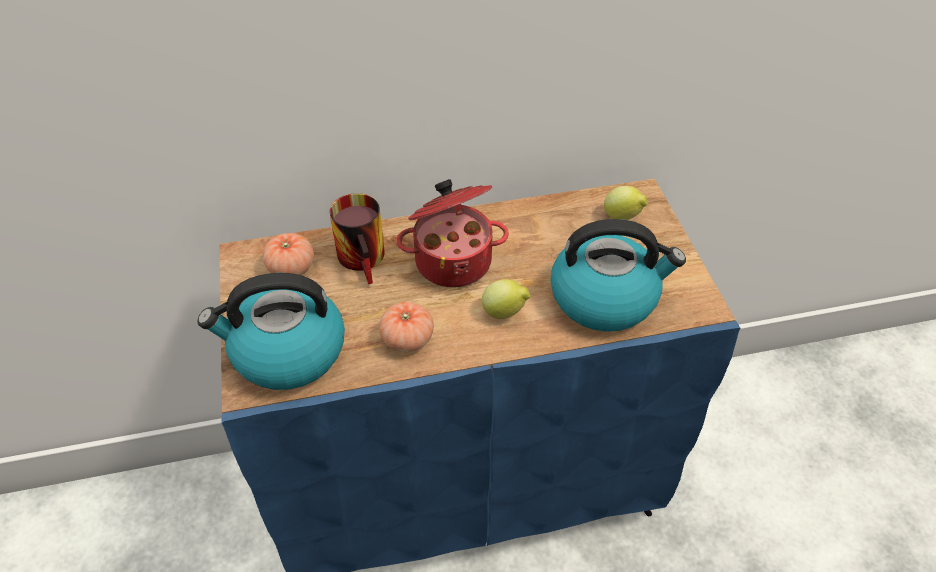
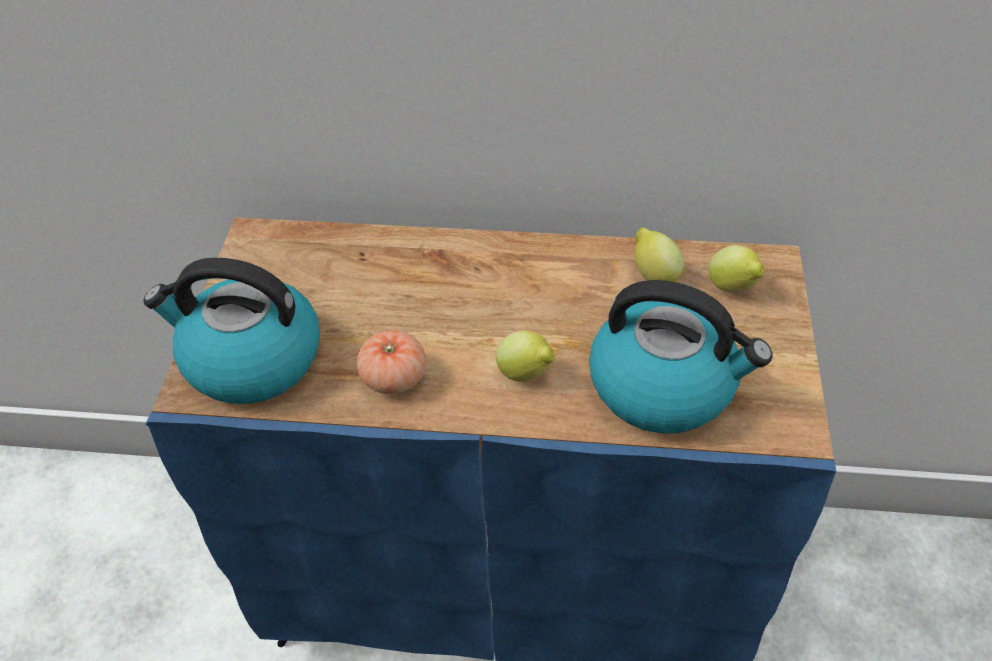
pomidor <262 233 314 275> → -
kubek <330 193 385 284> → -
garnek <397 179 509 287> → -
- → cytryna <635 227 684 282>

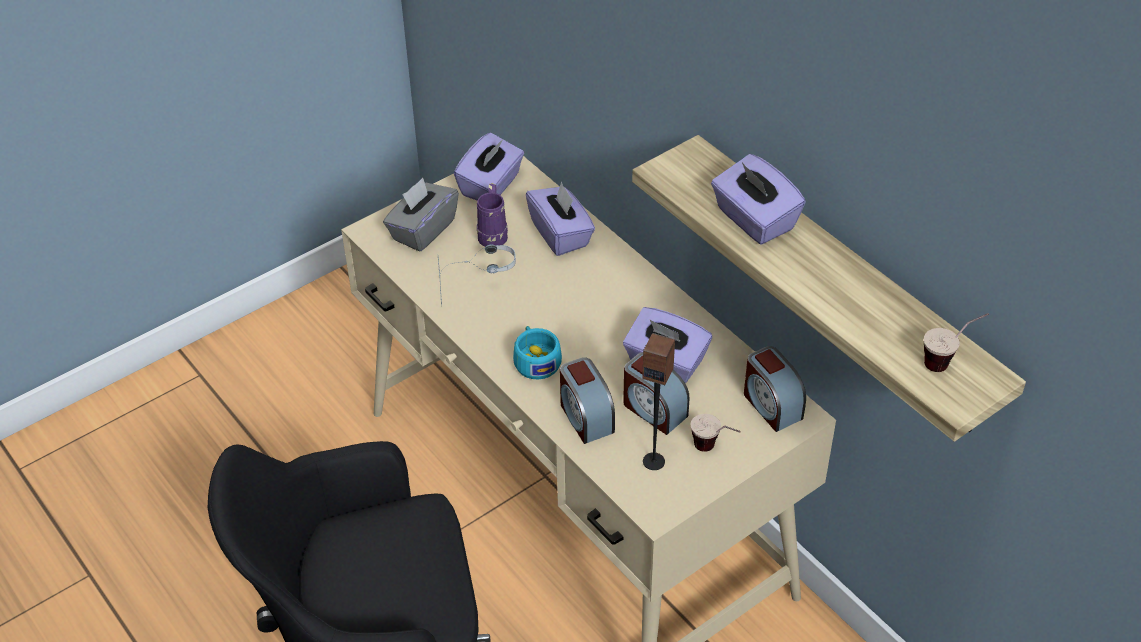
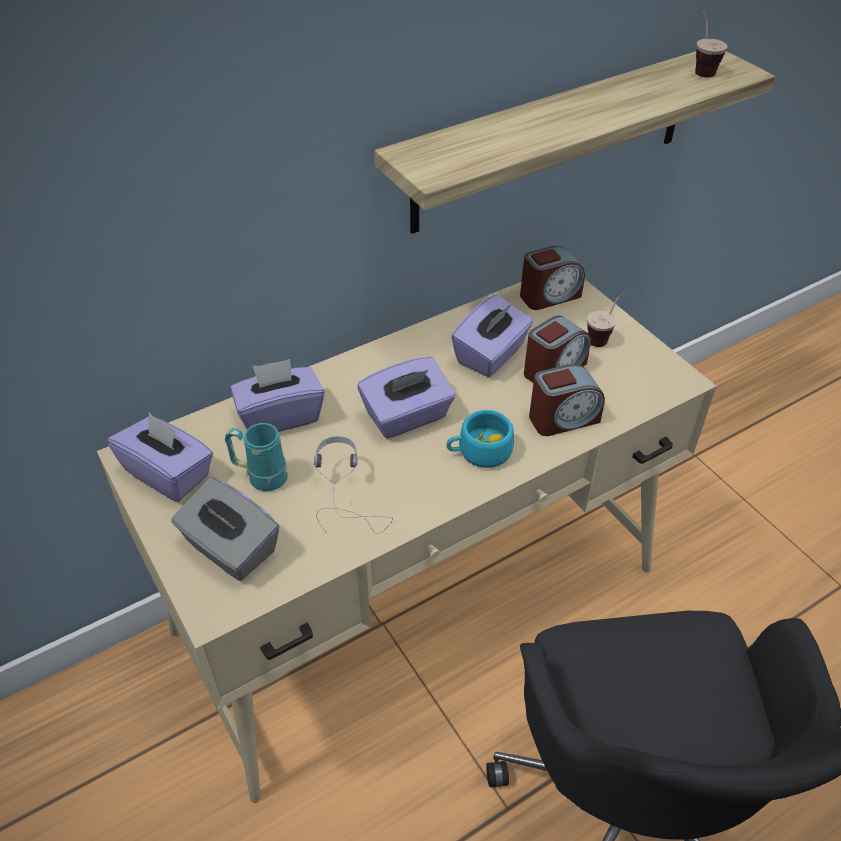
kubek/fioletowy <477 183 508 247> → kubek/turkusowy <225 423 288 491>
głośnik <642 333 675 470> → -
pudełko chusteczek/fioletowy <711 154 806 245> → pudełko chusteczek/fioletowy <358 357 455 439>, moved

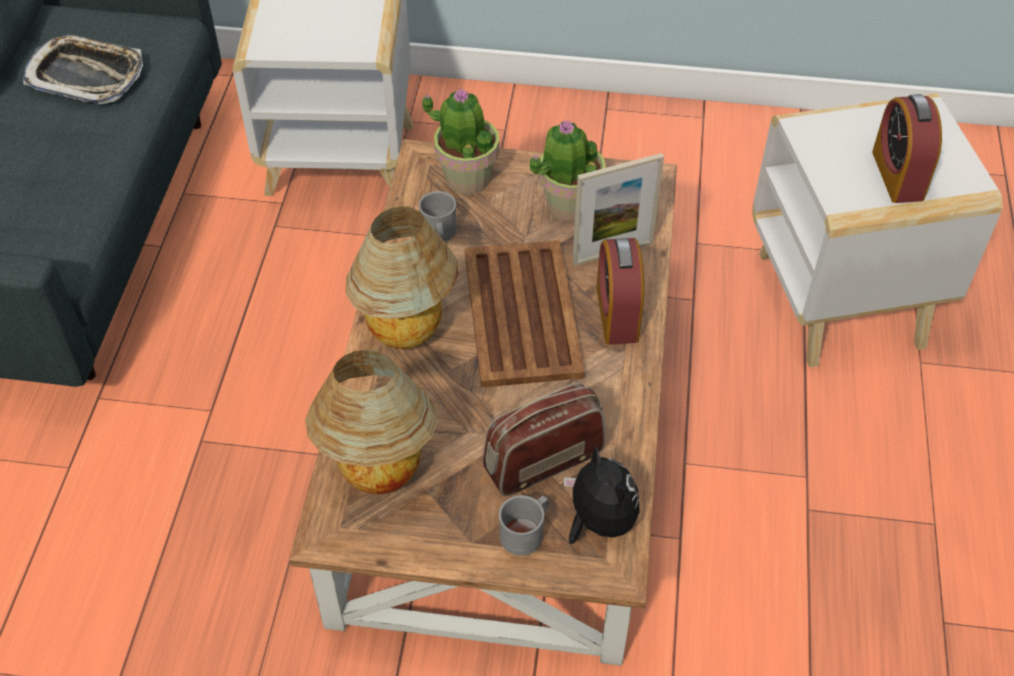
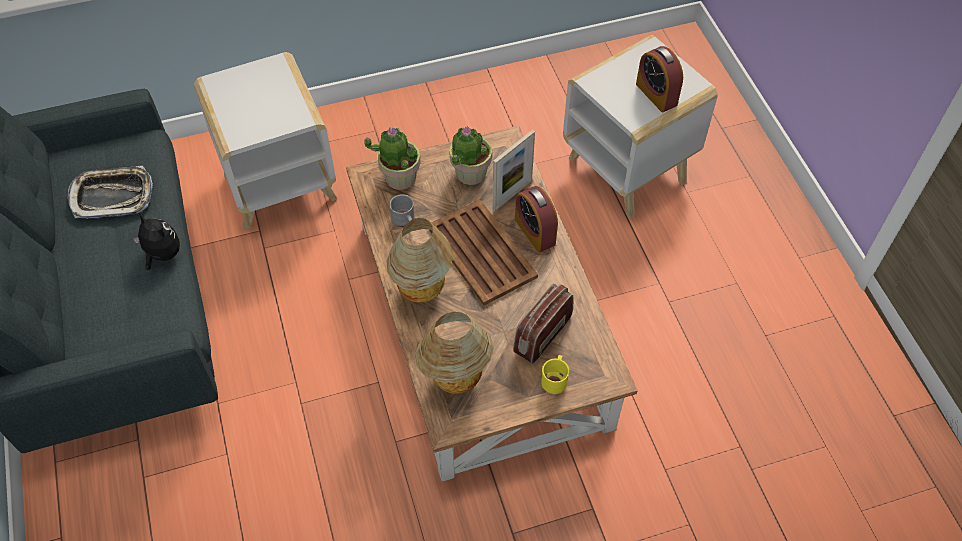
kubek/szary <499 495 549 556> → kubek/żółty <541 355 569 394>
pluszak <563 445 640 544> → pluszak <133 213 180 270>, moved

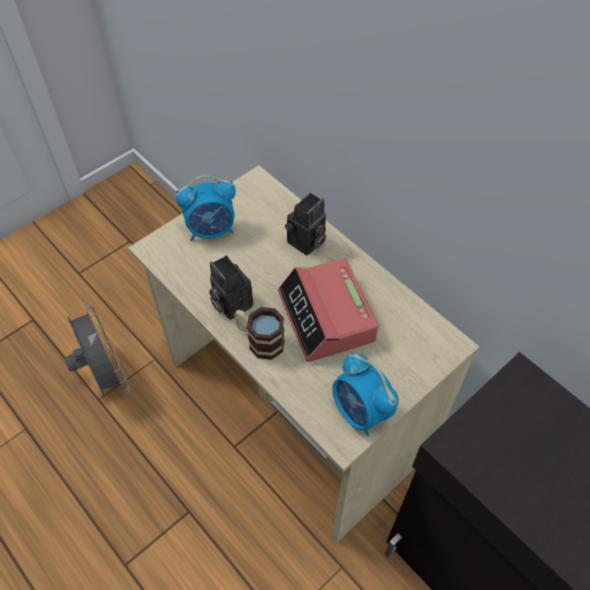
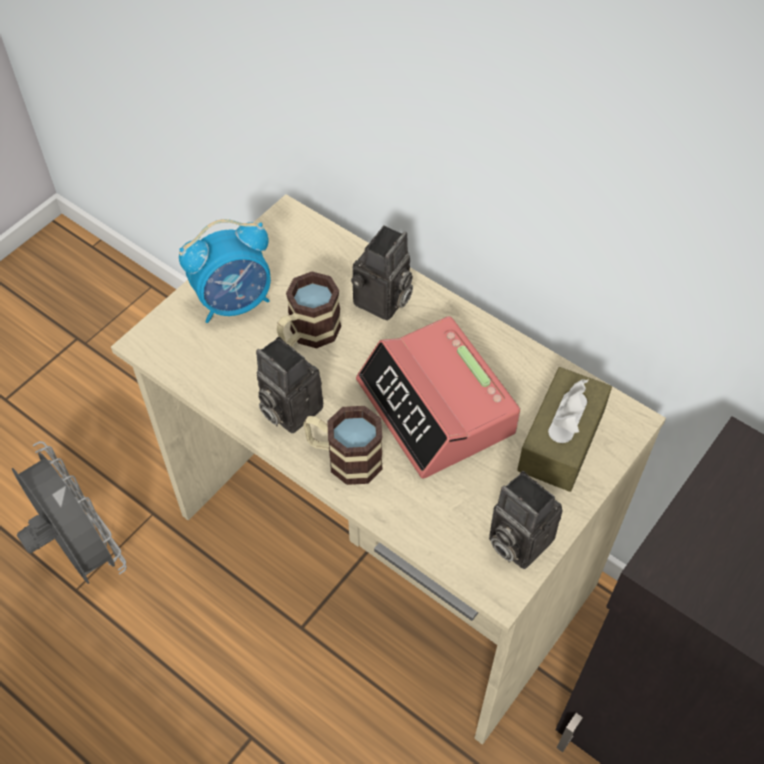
budzik <332 352 399 436> → aparat fotograficzny <489 471 562 569>
- → kubek <277 271 341 348>
- → pudełko chusteczek/brązowy <517 367 612 492>

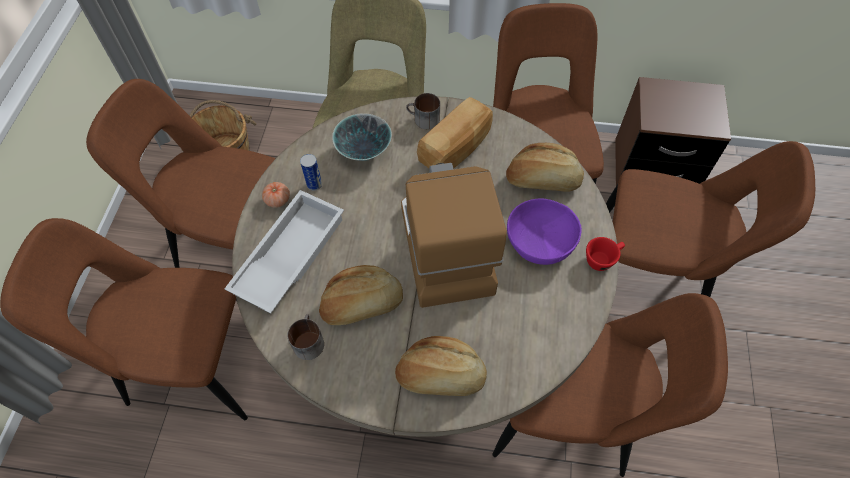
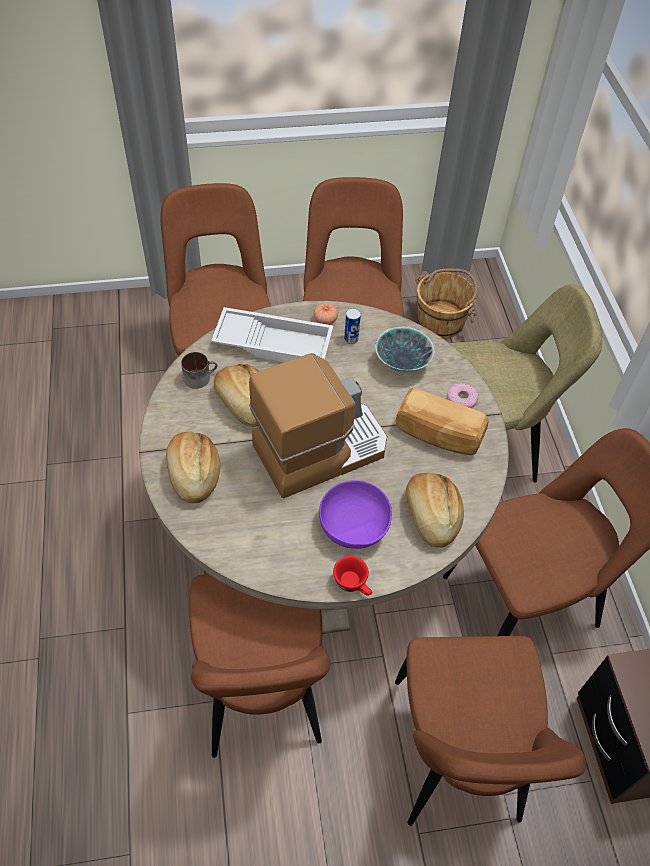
kubek <406 93 440 129> → donut <447 383 479 408>

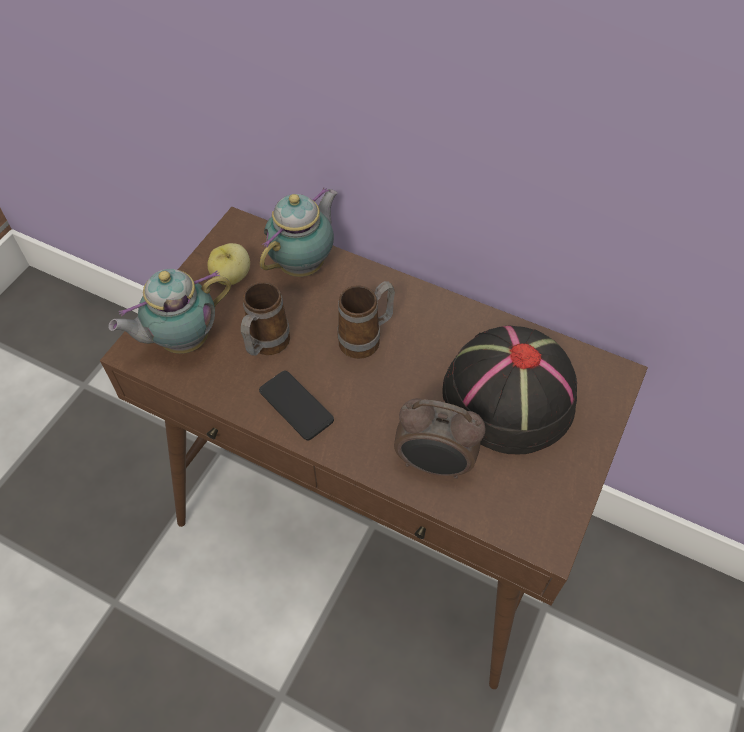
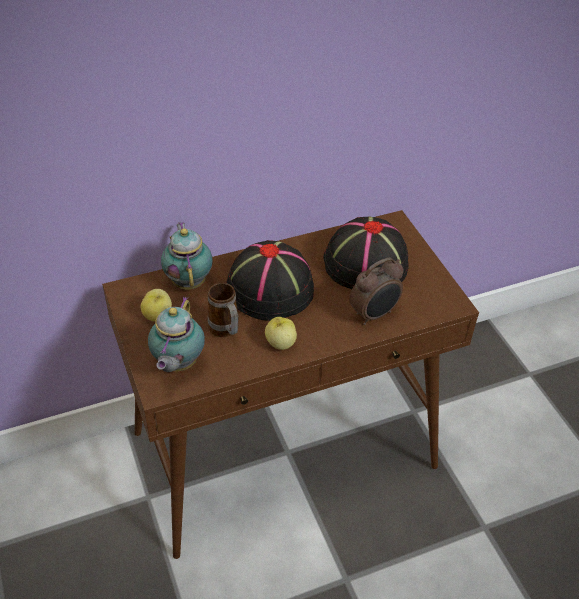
telefon <259 370 334 441> → jabłko <265 317 297 350>
kubek <337 281 395 359> → kapelusz/czarny <226 240 314 321>

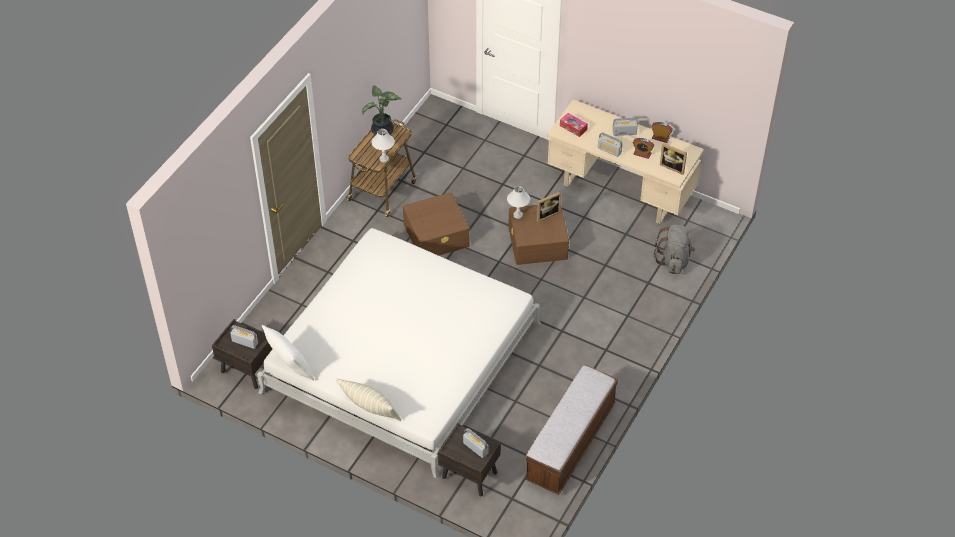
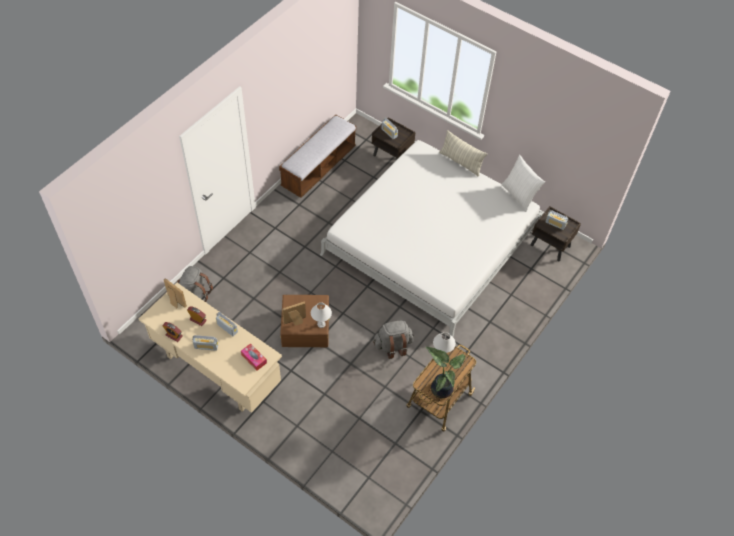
pojemnik do przechowywania/brązowy <403 192 469 256> → plecak/szary <373 321 414 359>

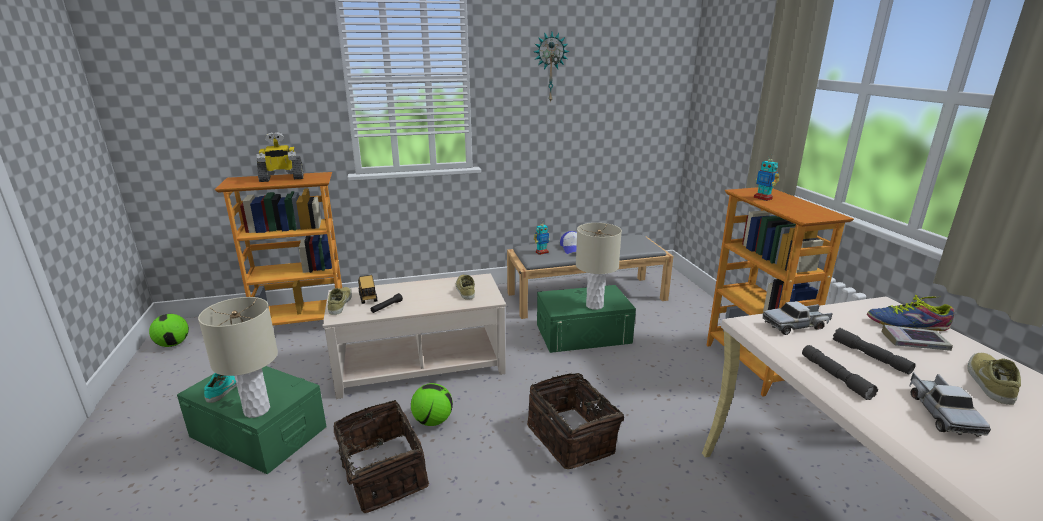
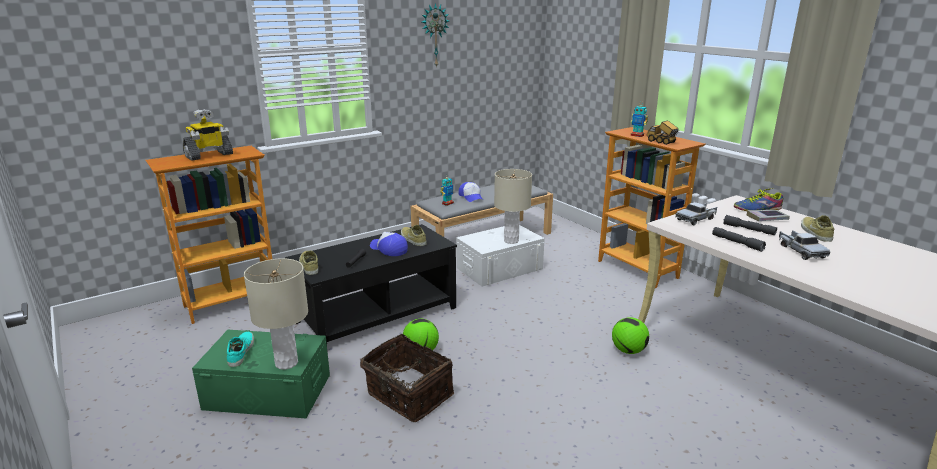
piłka futbolowa <149 314 189 347> → piłka futbolowa <612 317 649 354>, moved
ława/beżowy <323 273 506 399> → ława/czarny <285 224 457 343>
ciężarówka zabawkowa <358 275 377 304> → ciężarówka zabawkowa <647 121 679 145>, moved
koszyk <527 373 624 469> → -
pojemnik do przechowywania/zielony <537 285 636 353> → pojemnik do przechowywania/biały <456 225 545 287>
- → czapka z daszkiem <370 232 408 256>

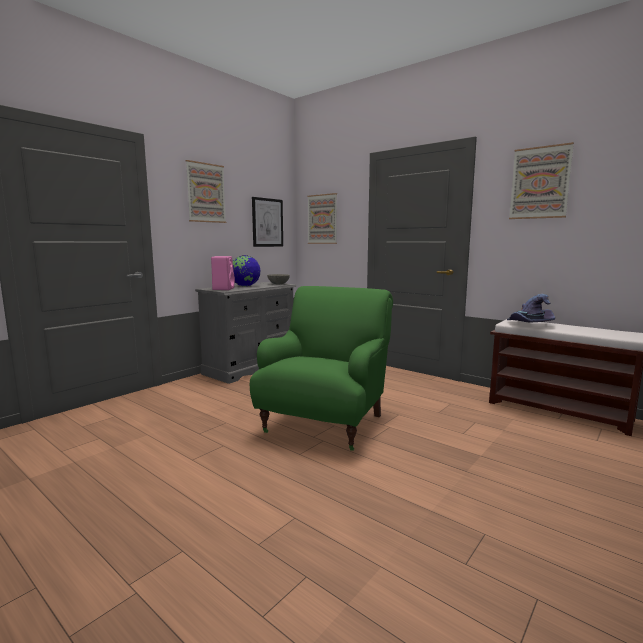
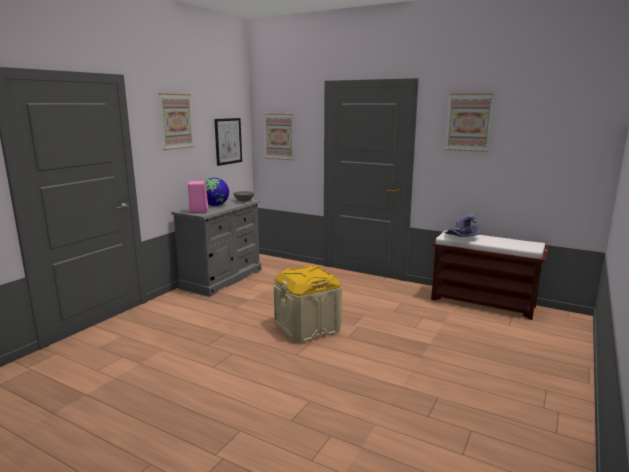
fotel/zielony <250 286 393 451> → pojemnik do przechowywania/beżowy <274 265 342 343>

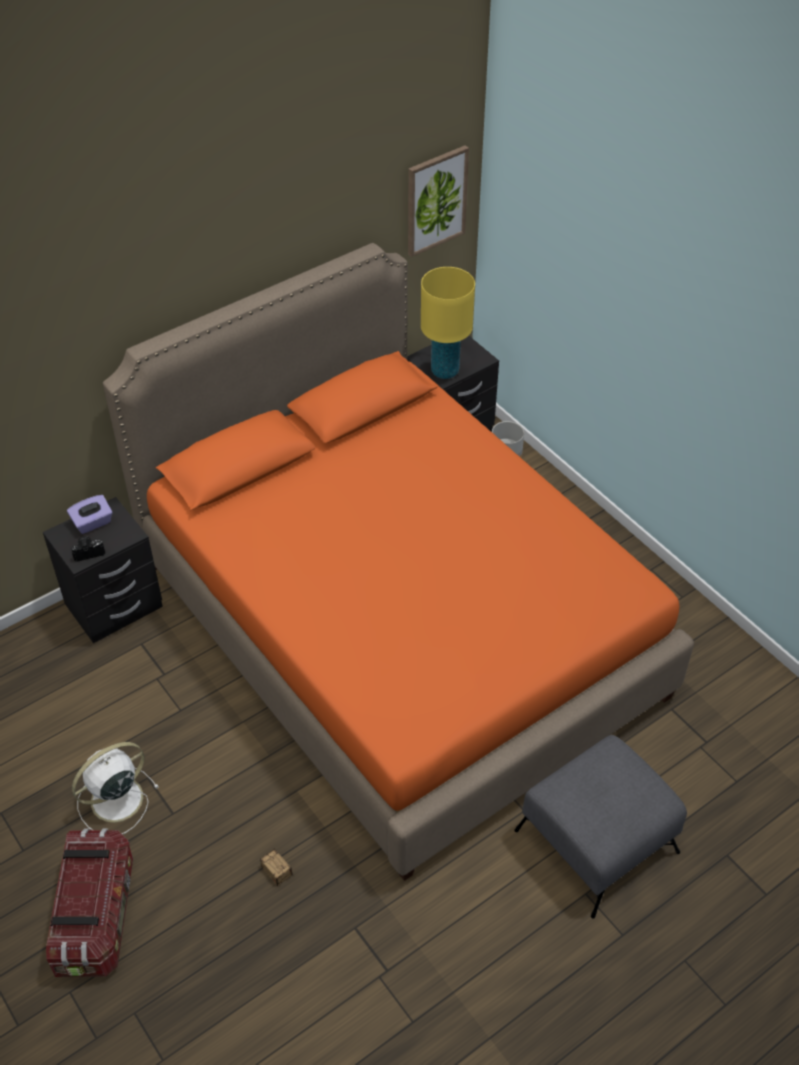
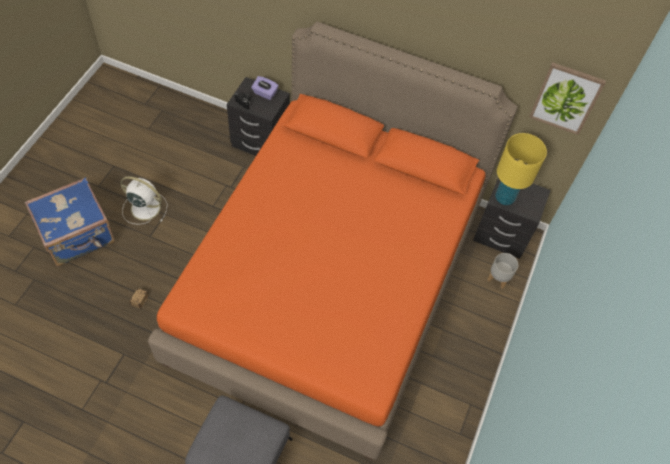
pojemnik do przechowywania <46 828 133 977> → walizka/niebieski <25 177 115 267>

